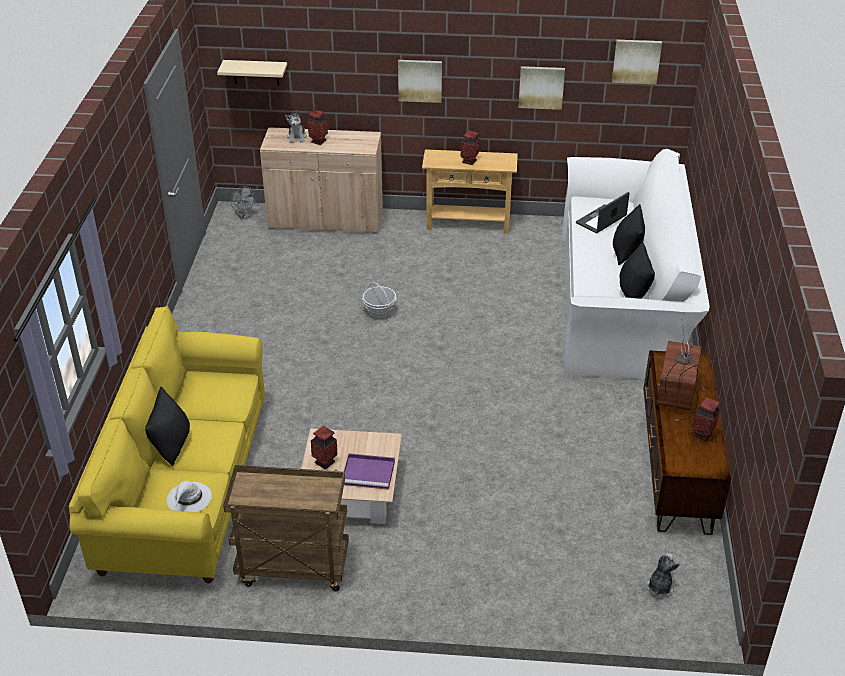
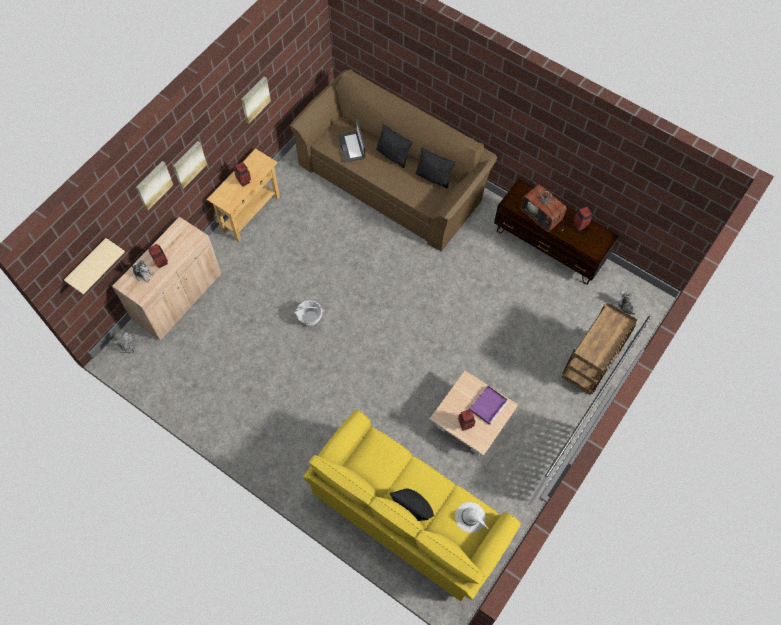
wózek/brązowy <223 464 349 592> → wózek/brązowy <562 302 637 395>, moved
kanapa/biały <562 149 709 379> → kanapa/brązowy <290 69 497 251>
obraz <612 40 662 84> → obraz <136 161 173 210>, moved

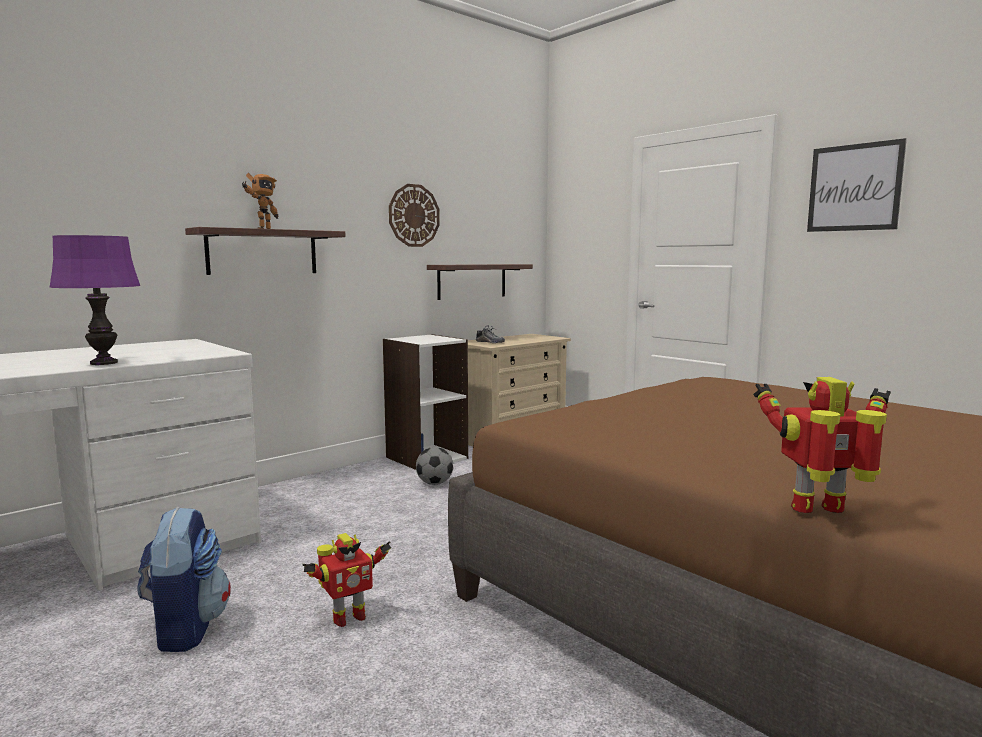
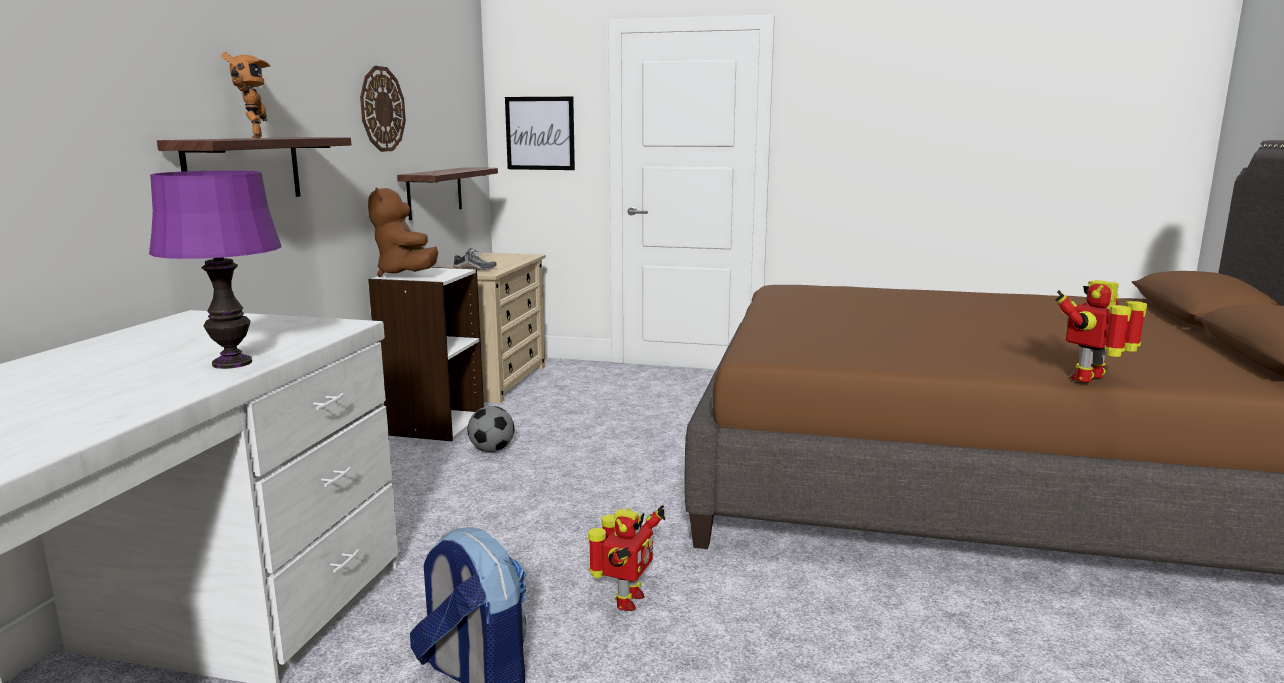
obraz <807 138 907 232> → obraz <505 97 575 170>, moved
- → pluszak/brązowy <368 188 438 277>

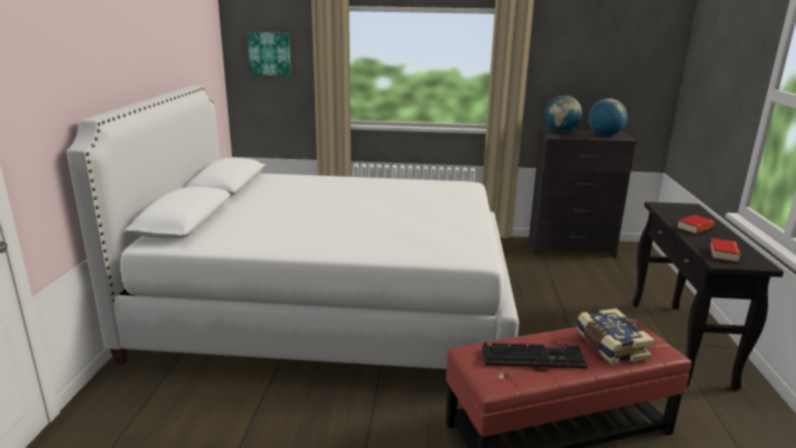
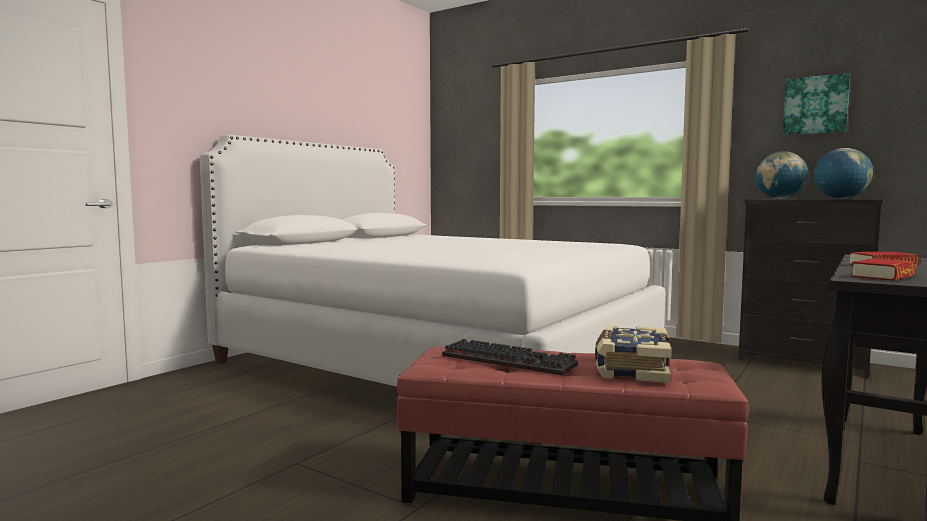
obraz <247 32 291 76> → obraz <783 73 850 135>, moved

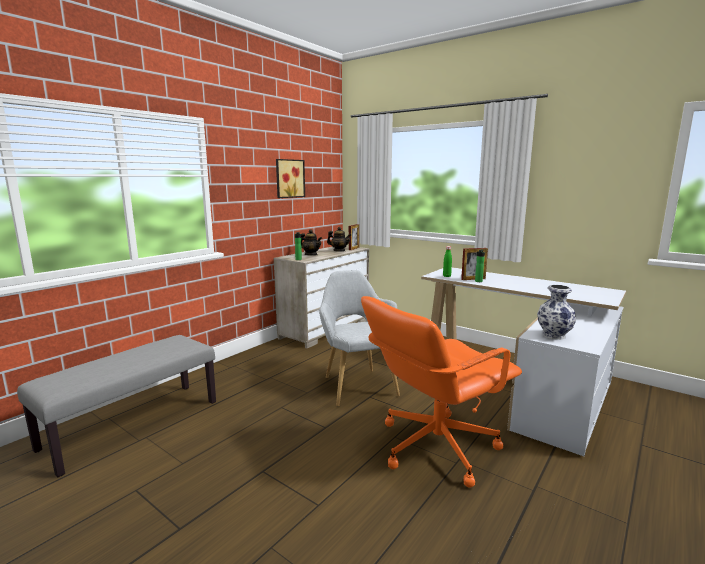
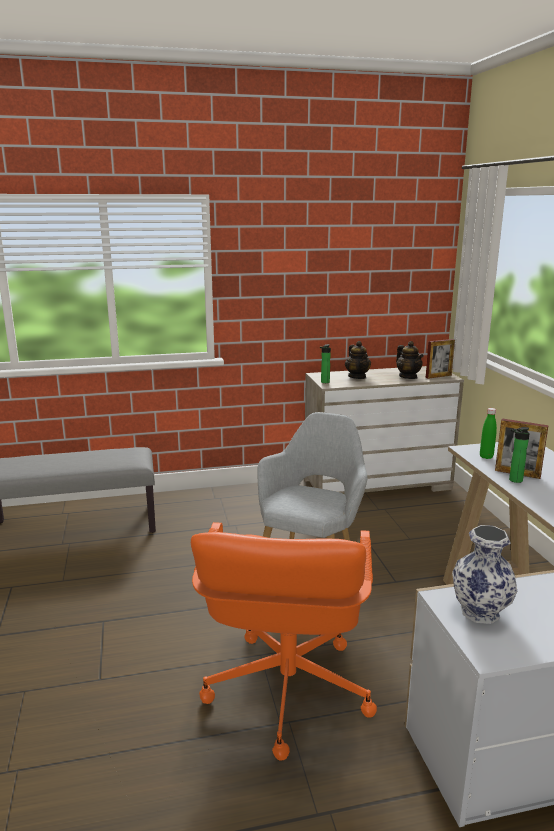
obraz <276 159 305 198> → -
krzesło biurowe/pomarańczowy <361 296 522 488> → krzesło biurowe/pomarańczowy <191 522 377 760>, 90 degrees counterclockwise

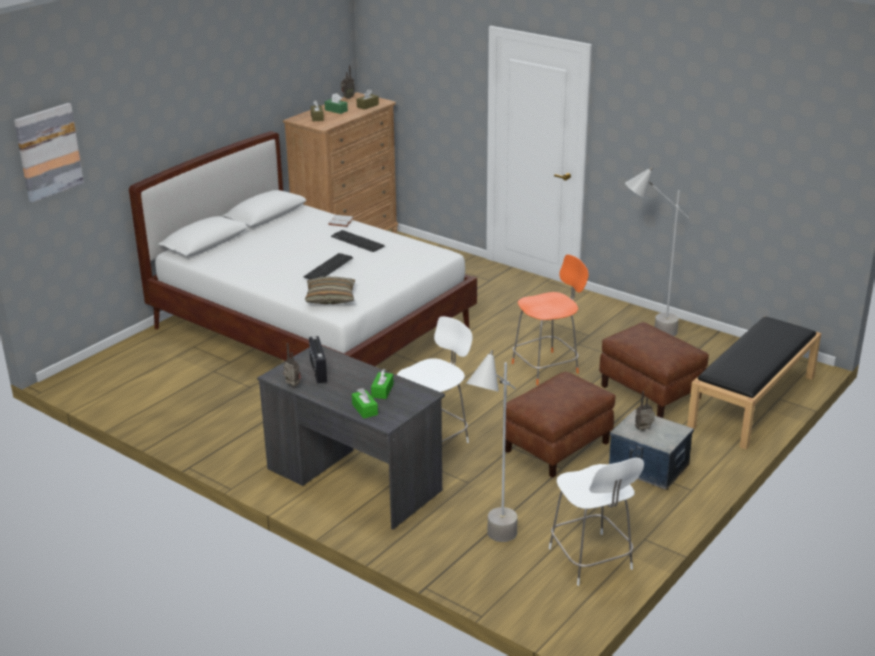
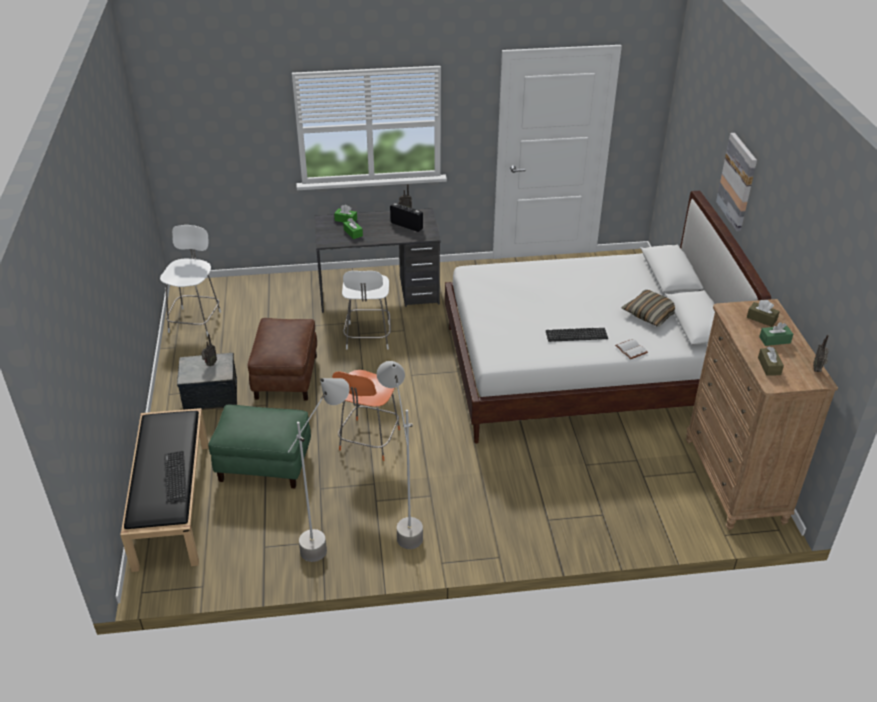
obraz <14 103 84 202> → obraz <716 133 757 231>, moved
klawiatura <304 253 353 279> → klawiatura <164 451 187 502>, moved
poduszka <305 277 355 304> → poduszka <622 290 675 327>, moved
lampa stojąca/szary <467 350 517 542> → lampa stojąca/szary <377 361 423 549>, moved
krzesło/biały <549 458 644 586> → krzesło/biały <160 225 221 336>, 75 degrees clockwise
pufa/brązowy <599 322 709 418> → pufa/zielony <208 405 311 488>

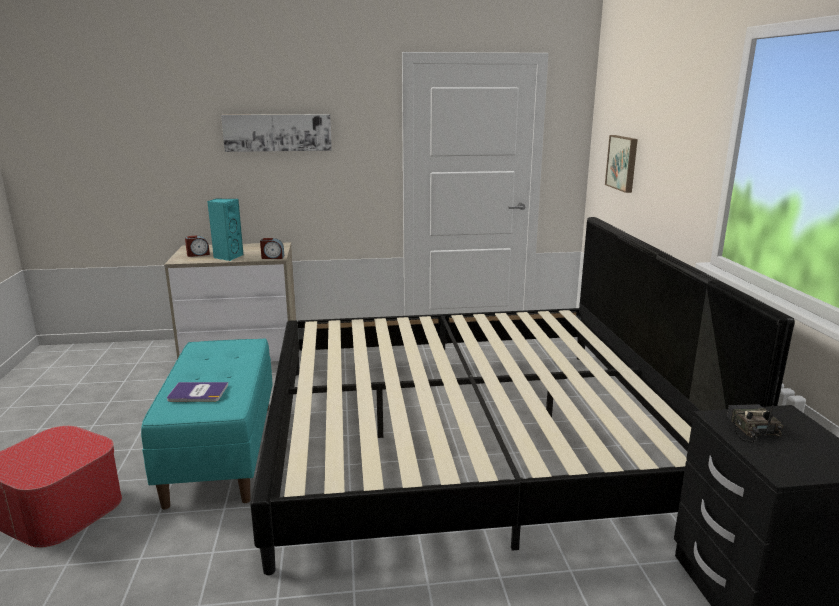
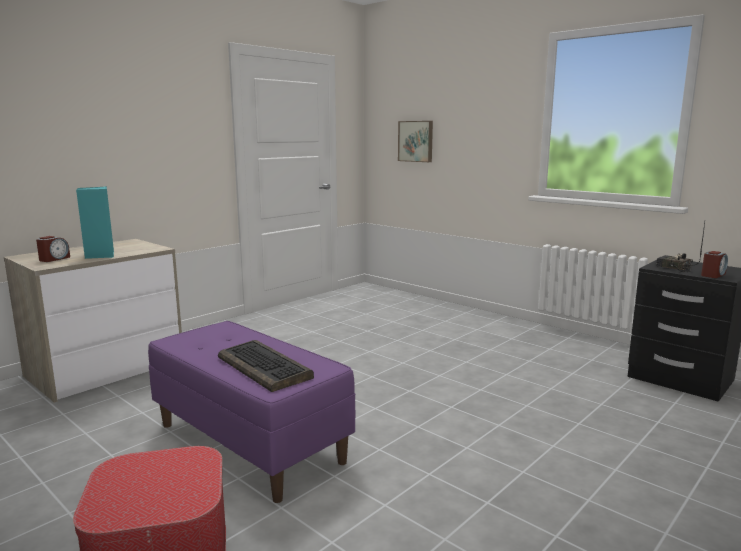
ławka/turkusowy <141 339 273 510> → ławka/fioletowy <148 321 356 503>
książka <167 382 228 402> → klawiatura <218 340 314 392>
obraz <221 114 332 152> → -
łóżko <250 217 795 575> → -
budzik <260 238 284 259> → budzik <701 251 728 278>, moved

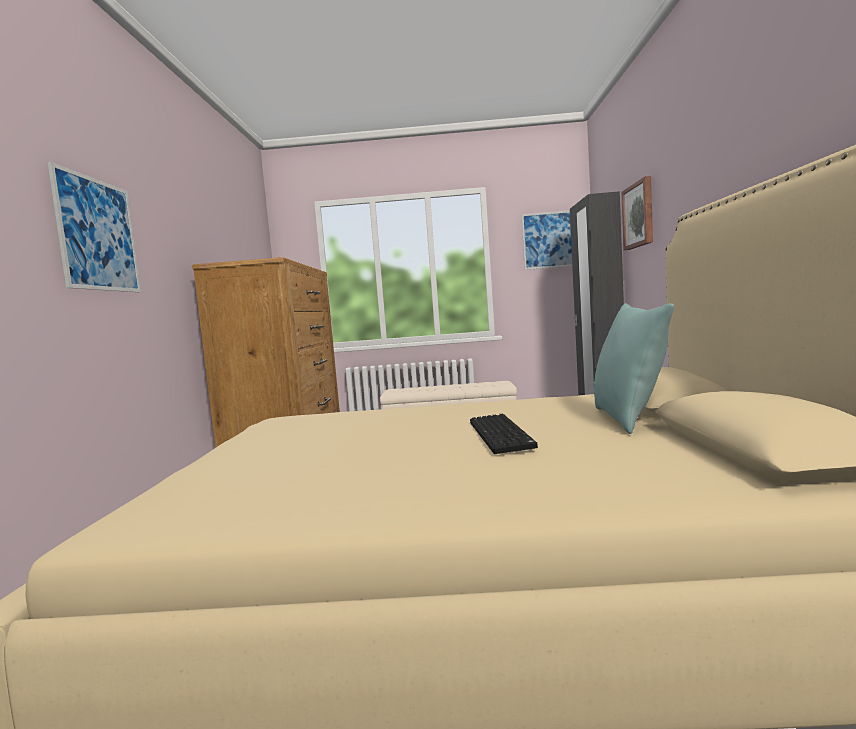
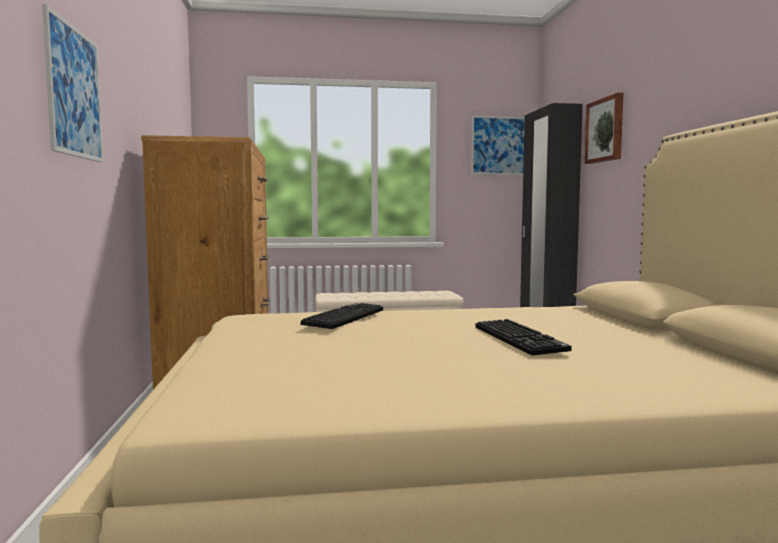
poduszka/turkusowy <594 303 674 434> → -
- → klawiatura <301 303 383 329>

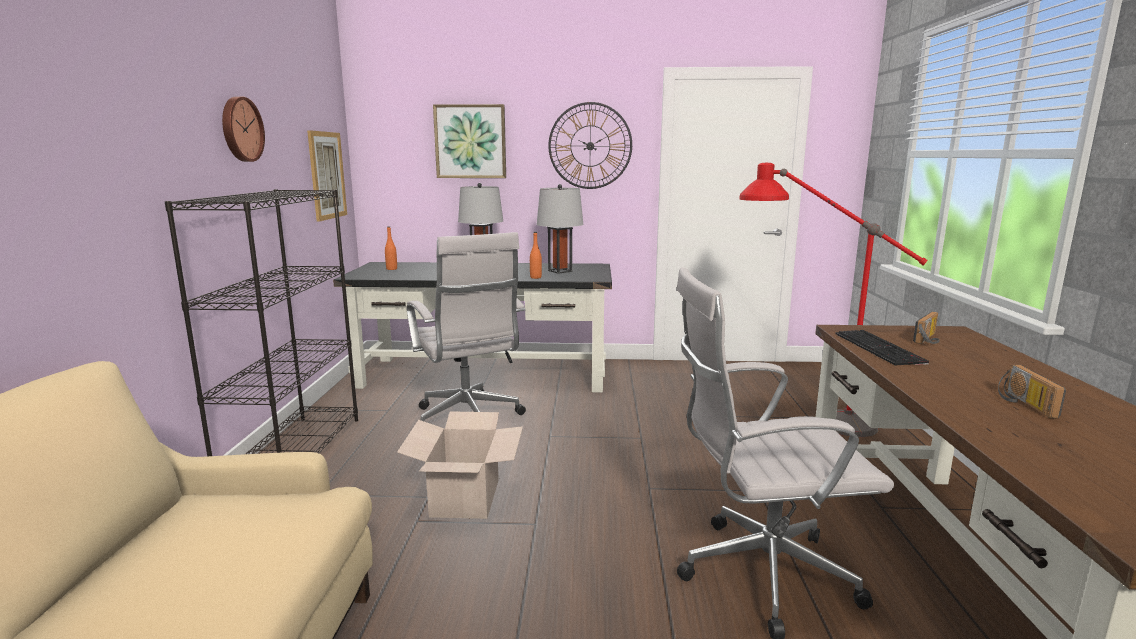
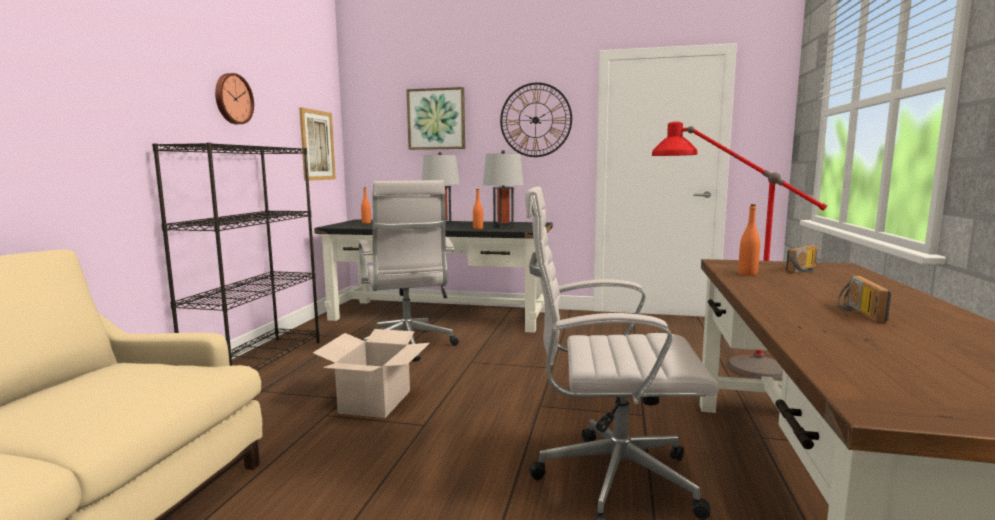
klawiatura <836 330 929 366> → butelka/pomarańczowy <739 204 760 276>

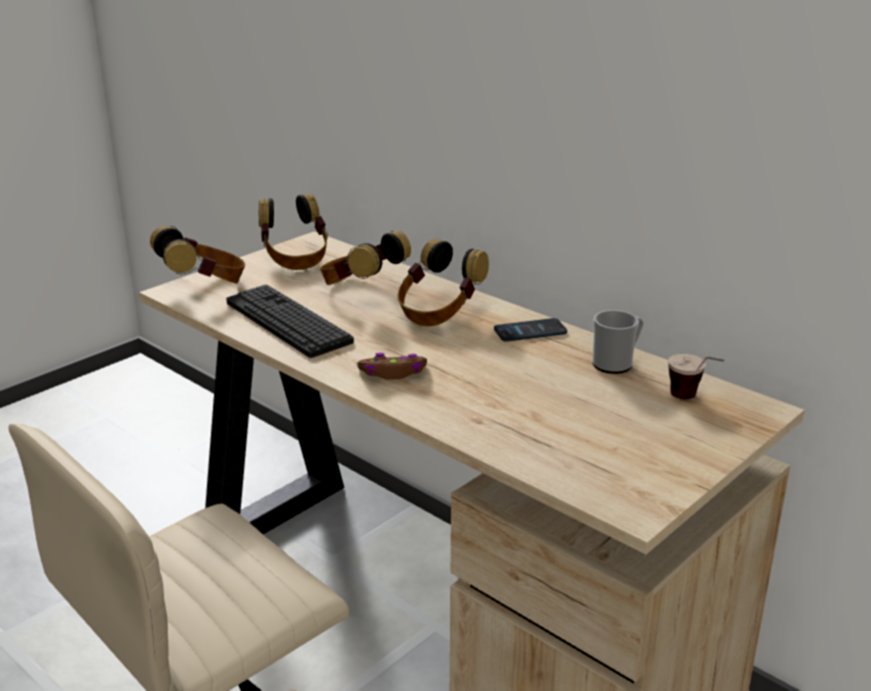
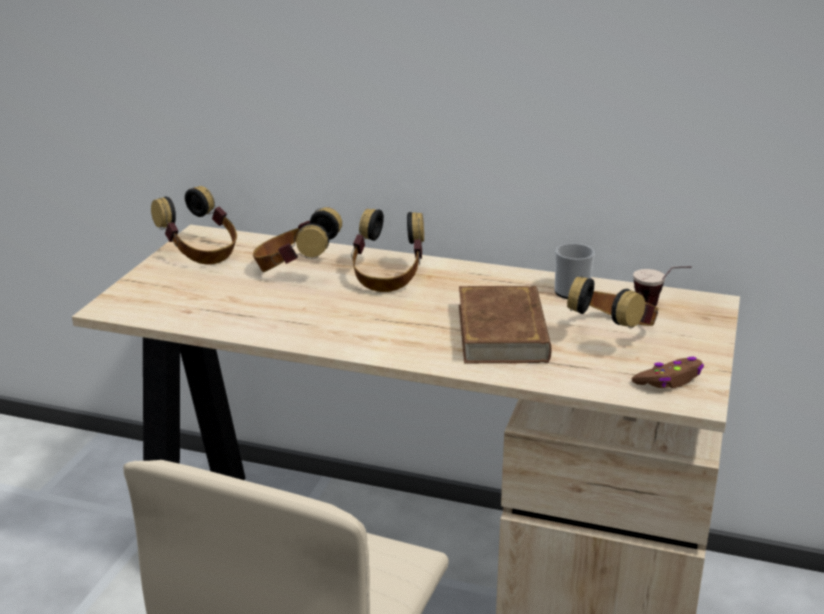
słuchawki <150 225 245 284> → słuchawki <567 276 658 328>, moved
klawiatura <226 284 354 358> → -
pad do gier/brązowy <357 353 427 380> → pad do gier/brązowy <632 357 704 388>, moved
telefon <494 318 567 342> → -
- → książka/brązowy <459 286 551 363>

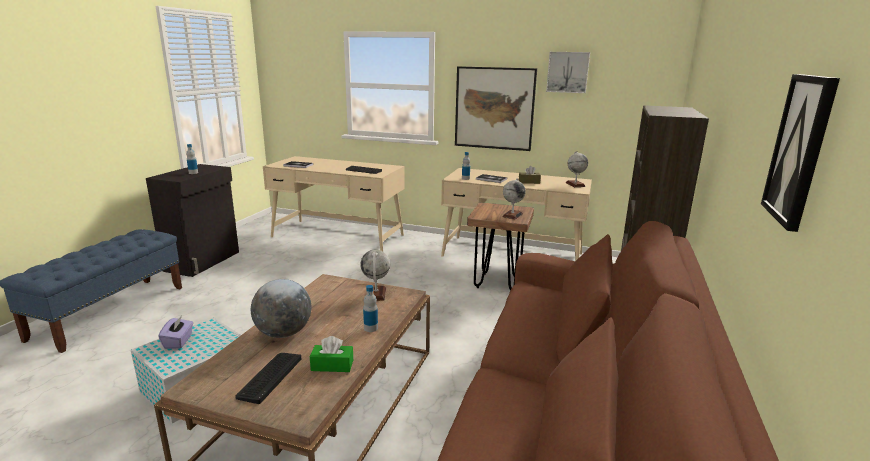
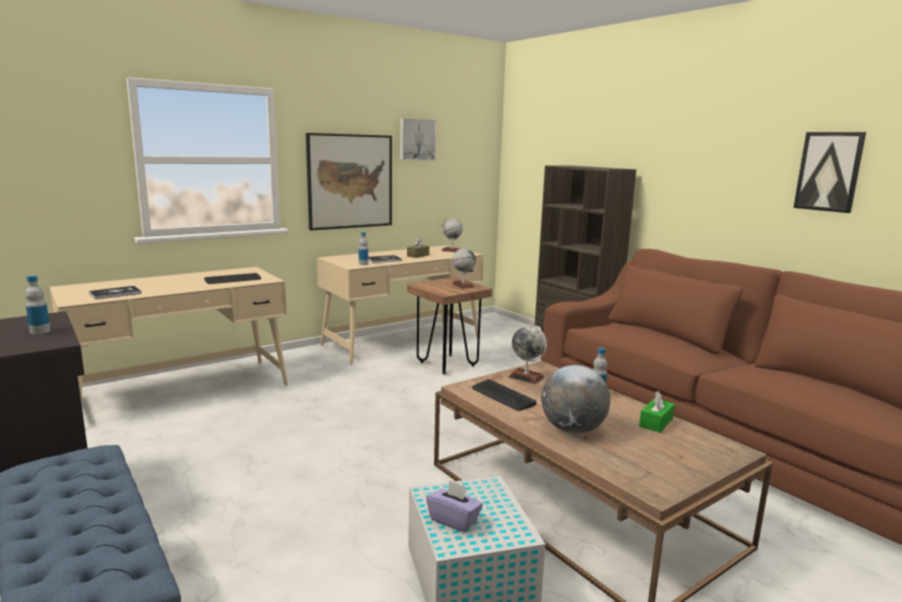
klawiatura <235 353 301 404> → klawiatura <472 379 536 411>, moved

